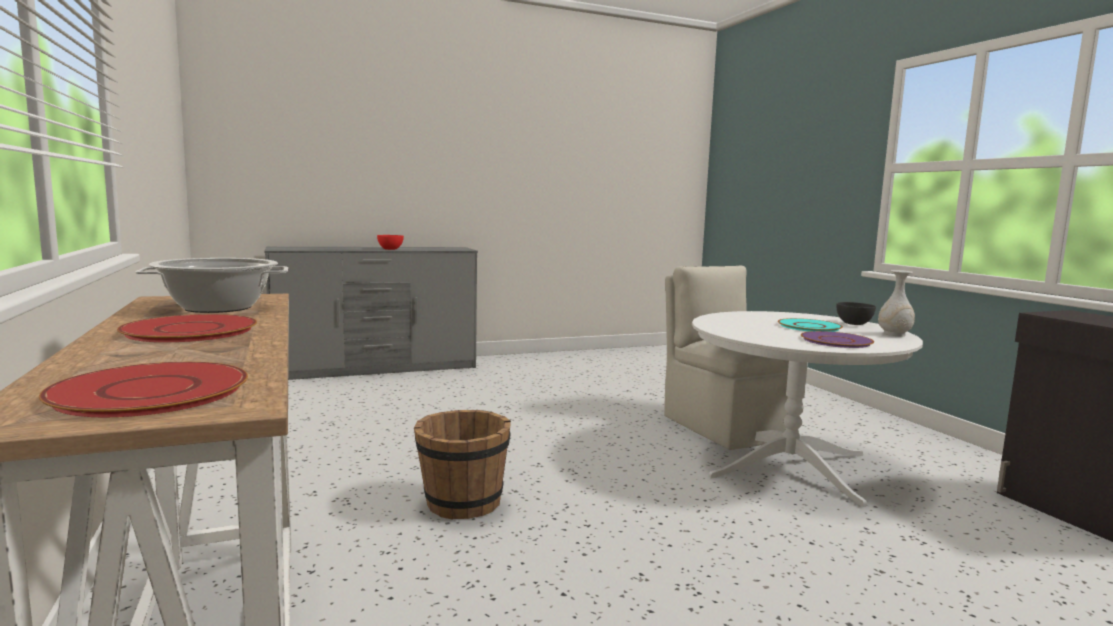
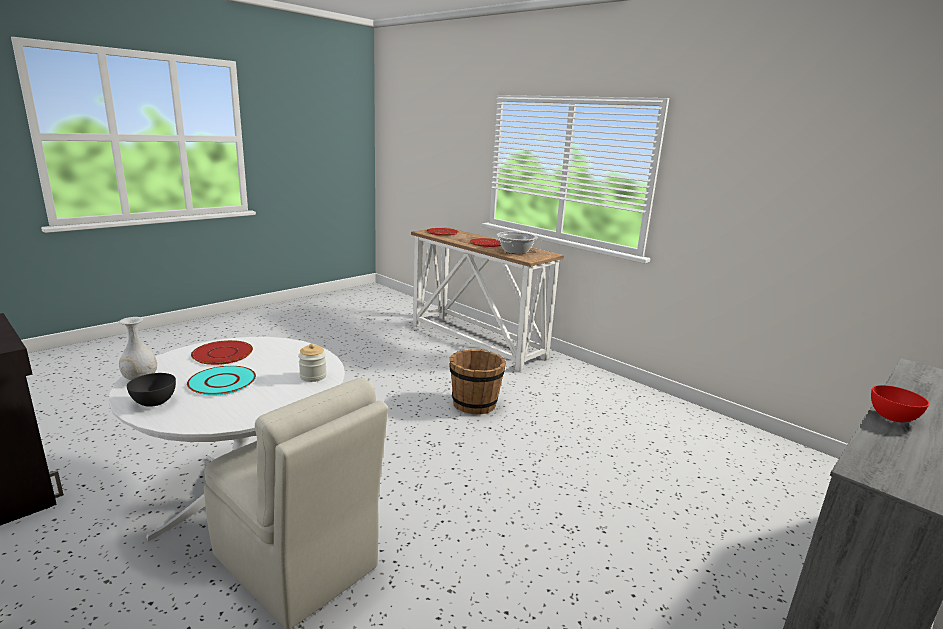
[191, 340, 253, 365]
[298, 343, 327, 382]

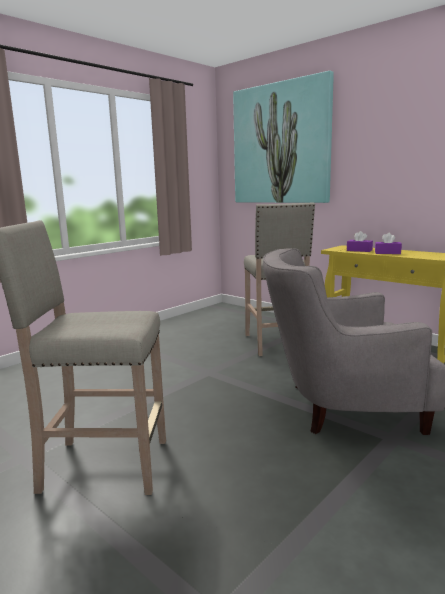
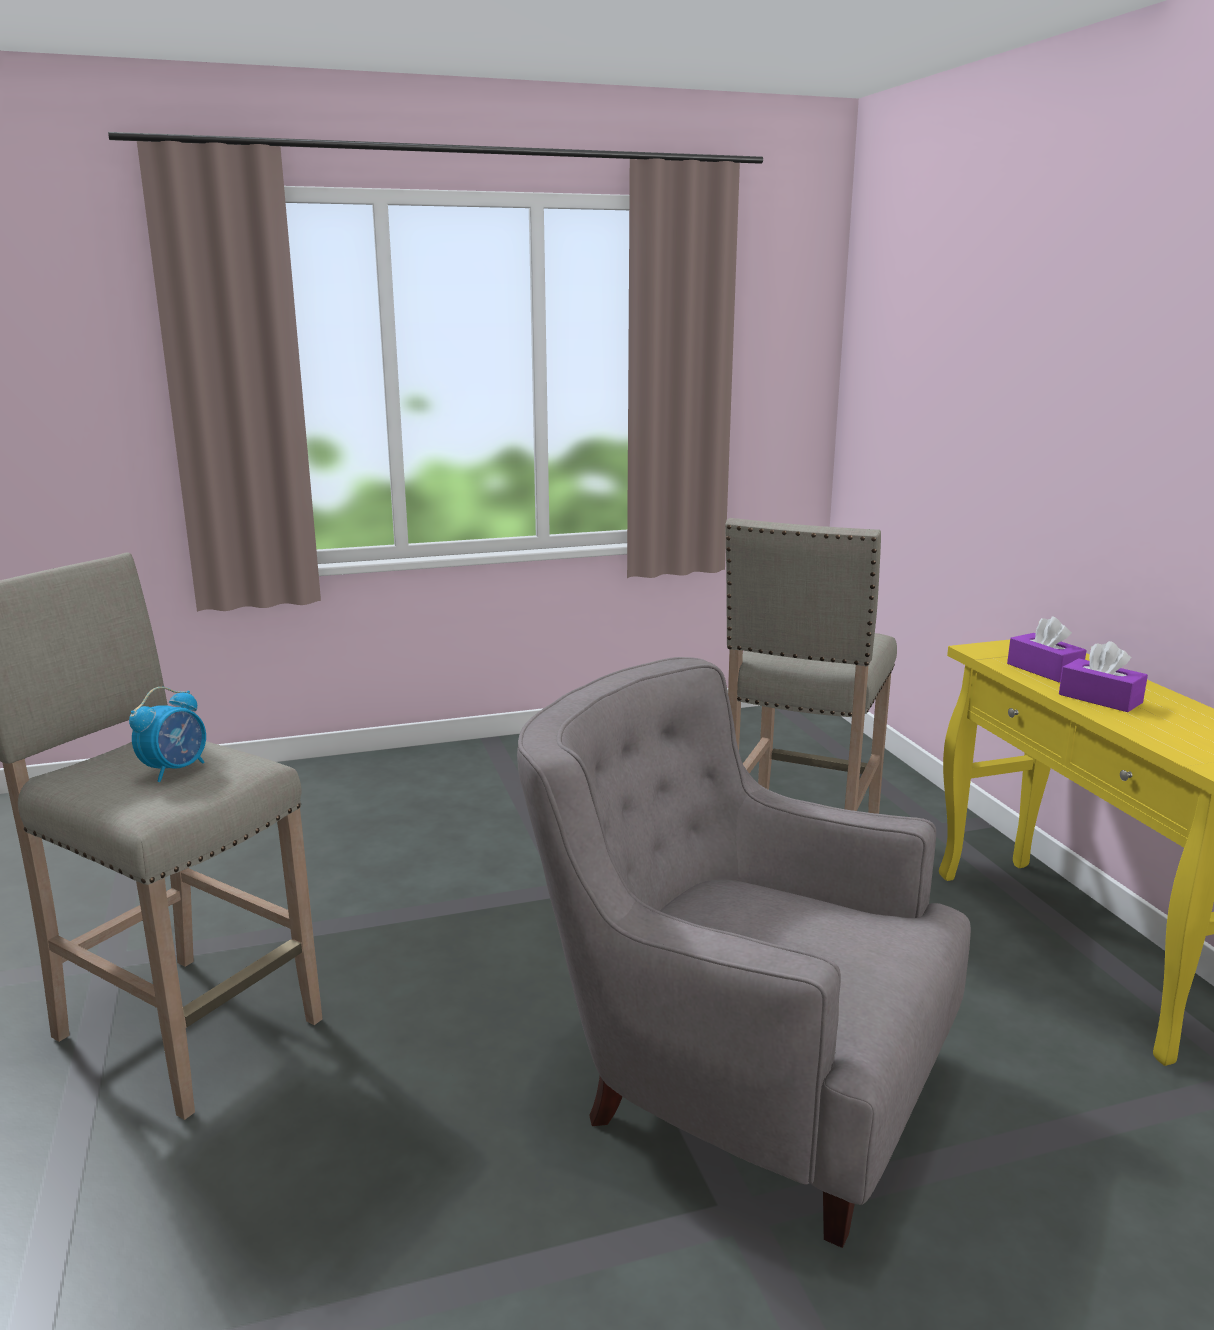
[233, 71, 334, 203] (first image)
[129, 687, 206, 782]

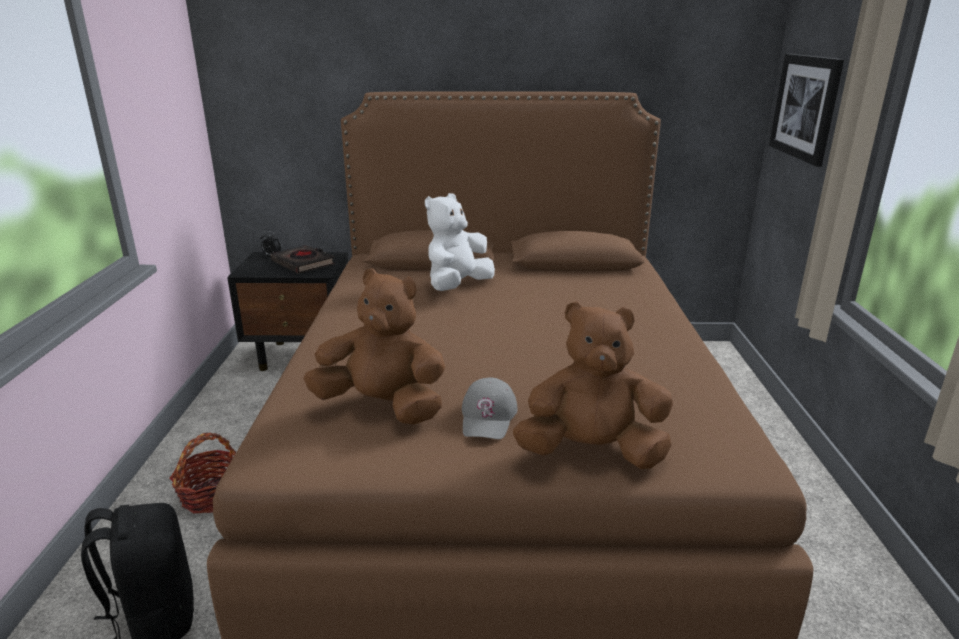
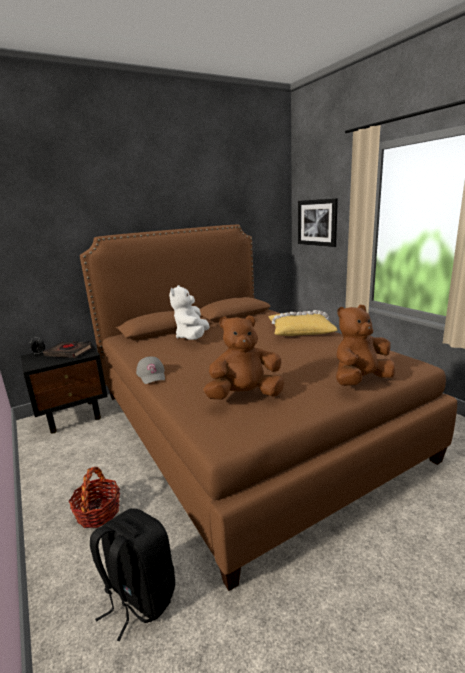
[136, 357, 165, 384]
[268, 310, 338, 336]

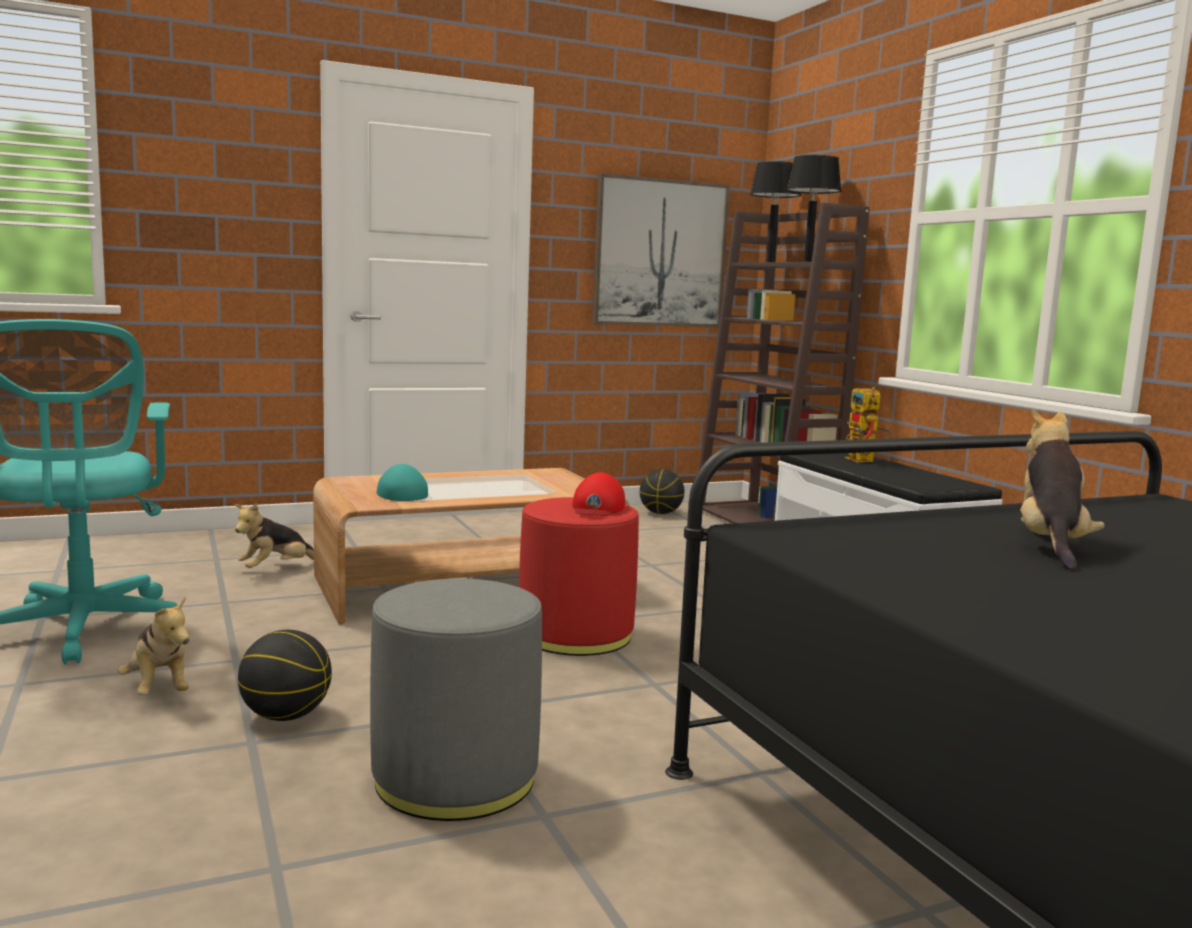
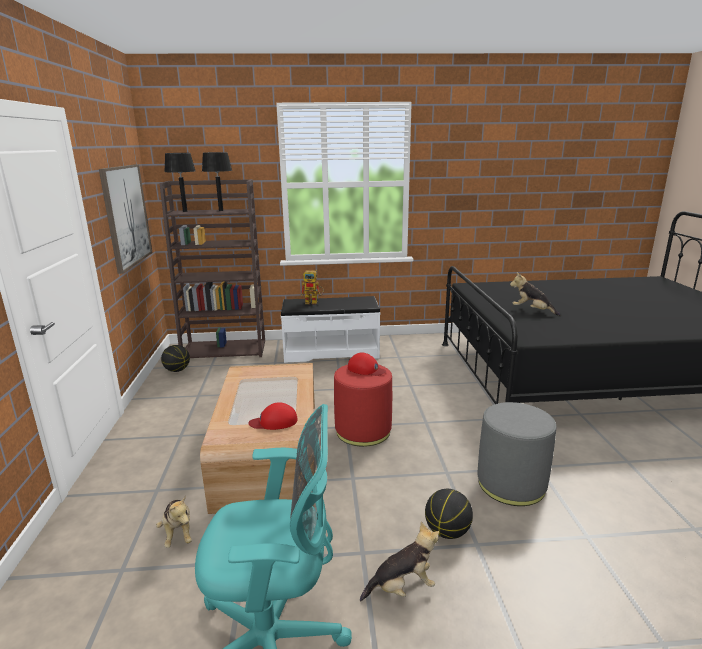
[248, 402, 298, 430]

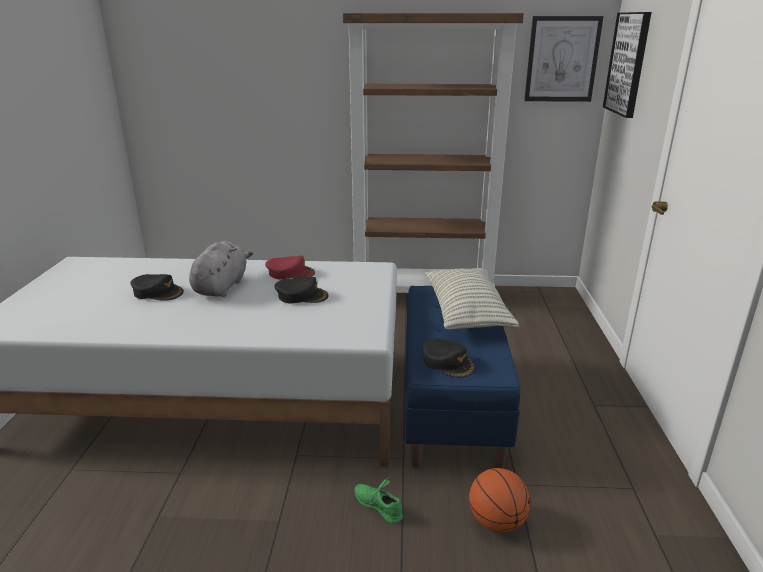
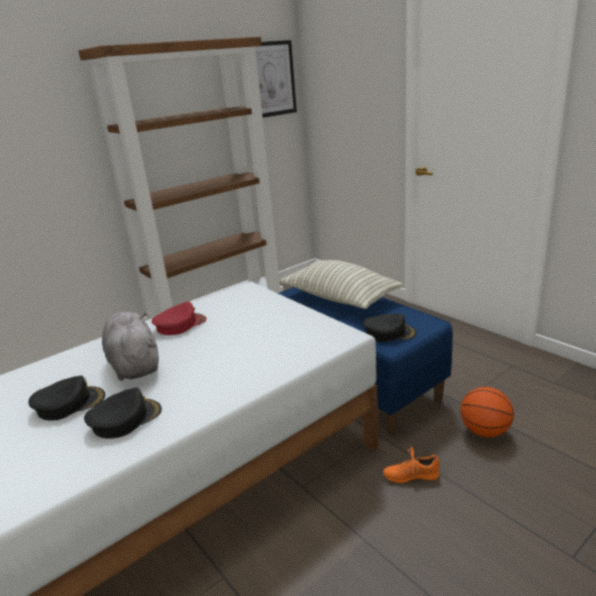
[603, 12, 652, 118] (first image)
[84, 388, 162, 439]
[383, 448, 440, 483]

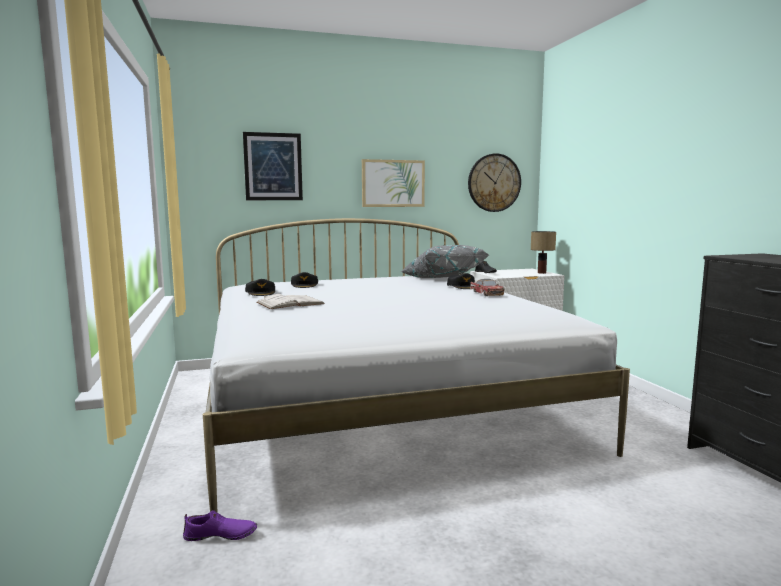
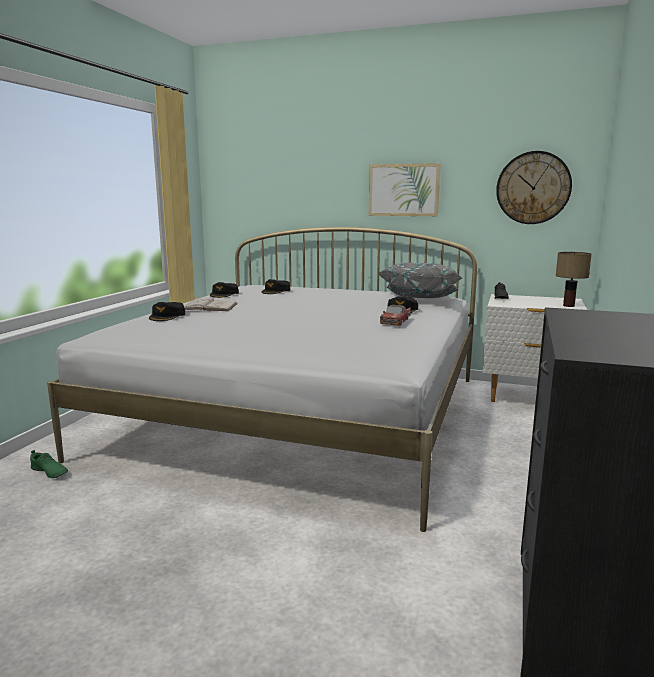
[243, 132, 303, 200] (first image)
[30, 450, 68, 478]
[149, 302, 185, 321]

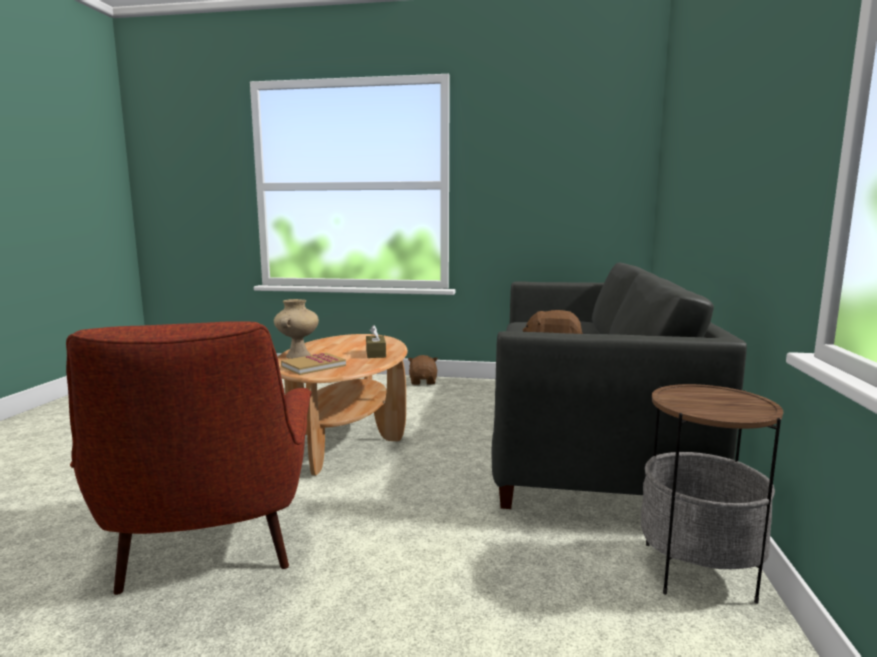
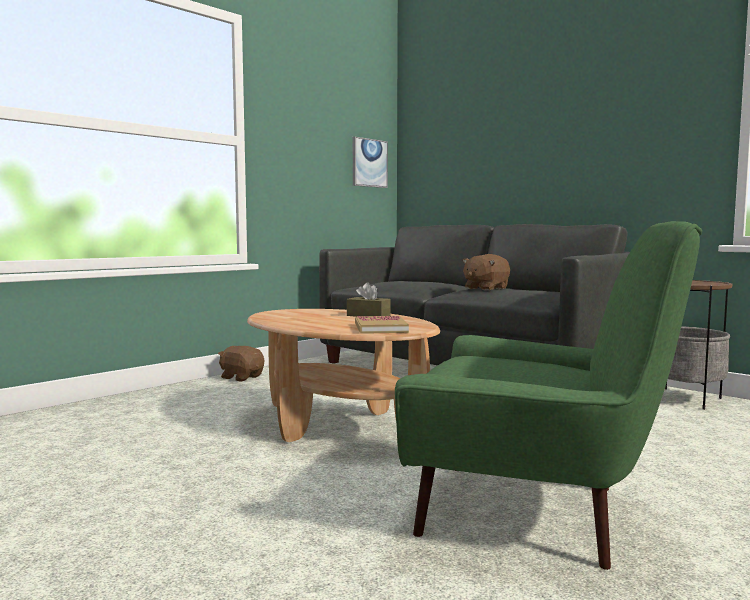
[274, 299, 319, 359] (first image)
[395, 221, 702, 570]
[353, 137, 388, 188]

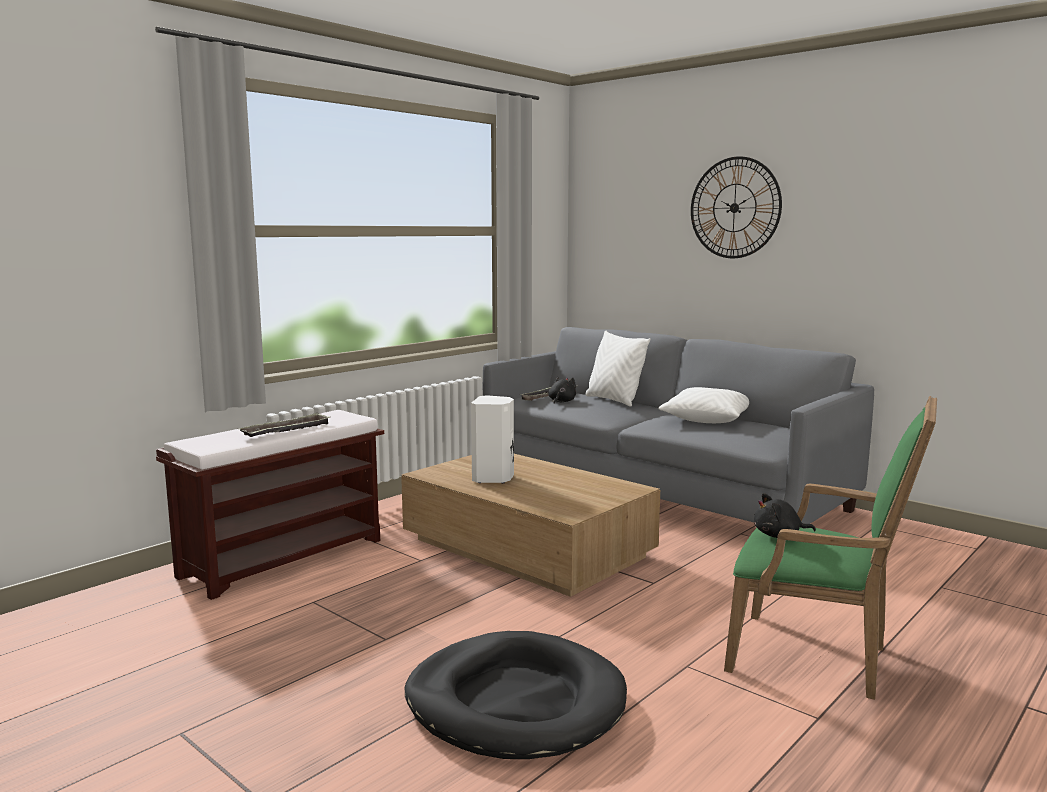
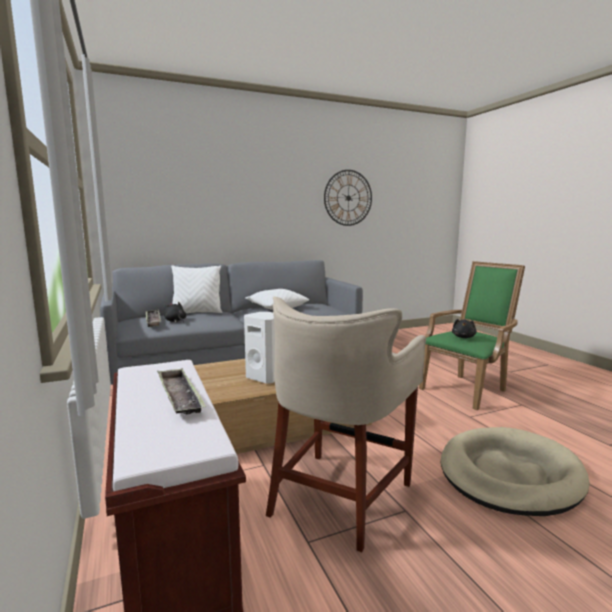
[324, 170, 372, 226]
[440, 427, 590, 516]
[266, 297, 426, 552]

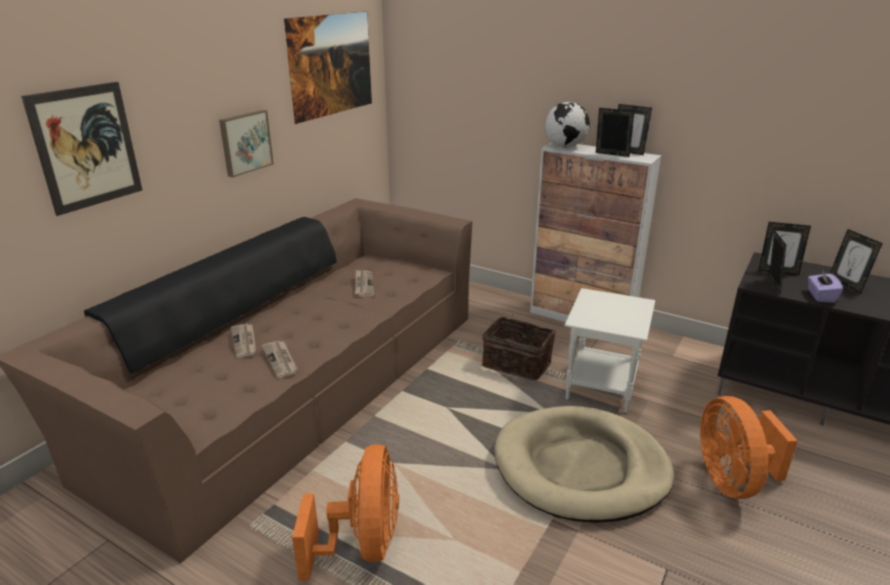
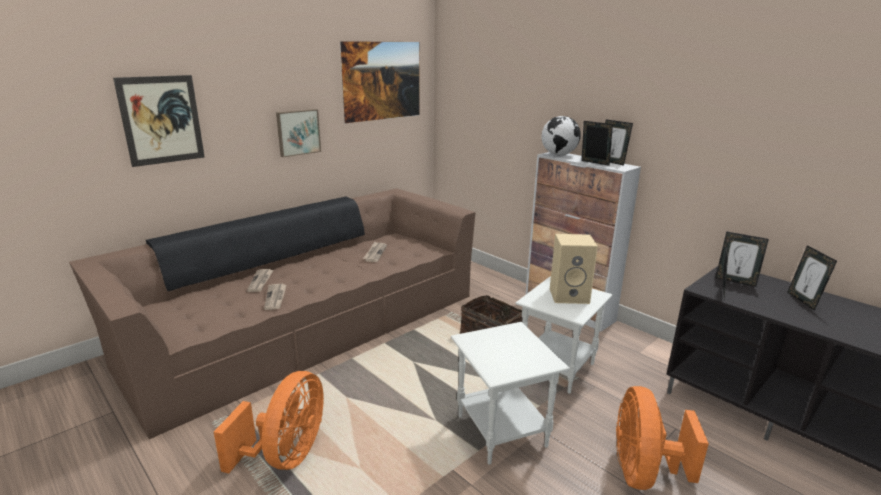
[808, 269, 843, 303] (first image)
[451, 322, 570, 465]
[550, 234, 598, 304]

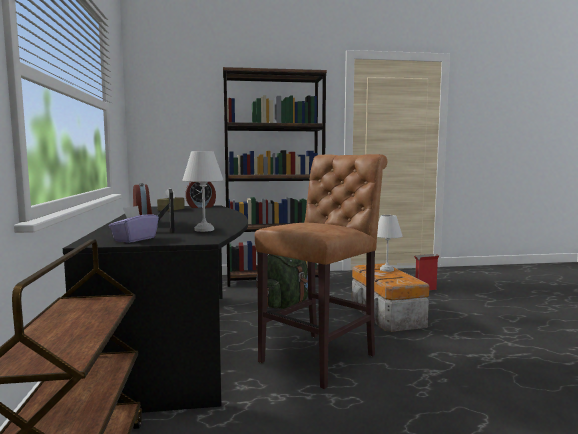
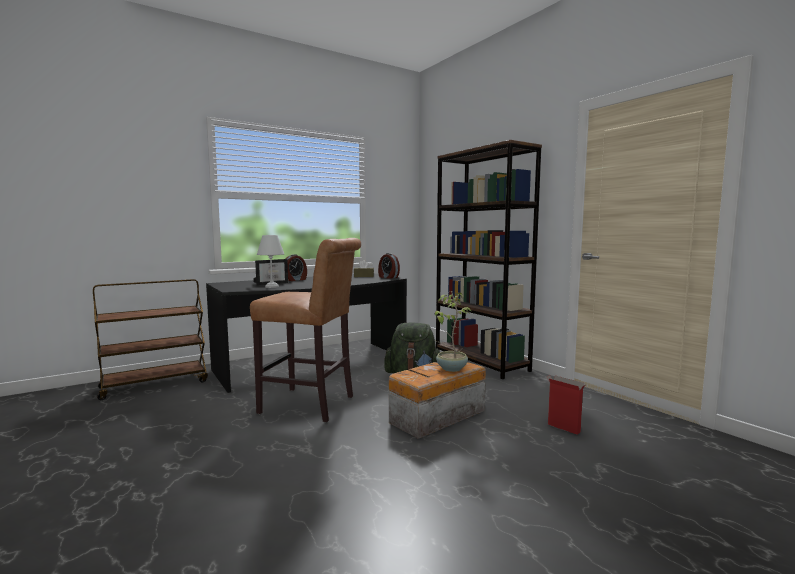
[109, 206, 159, 243] (first image)
[435, 292, 472, 372]

